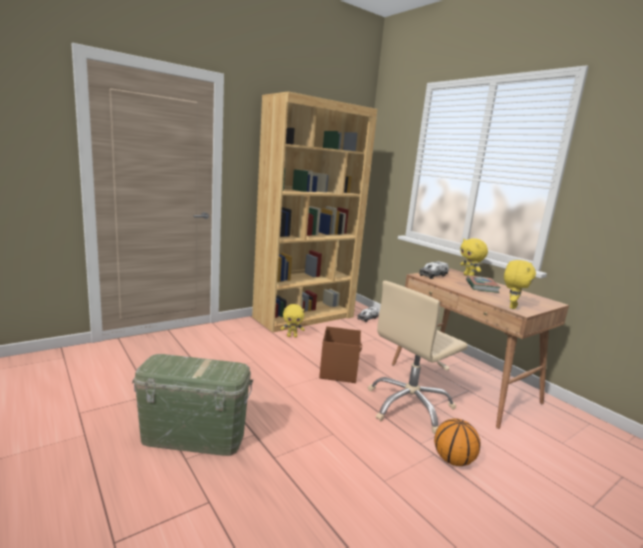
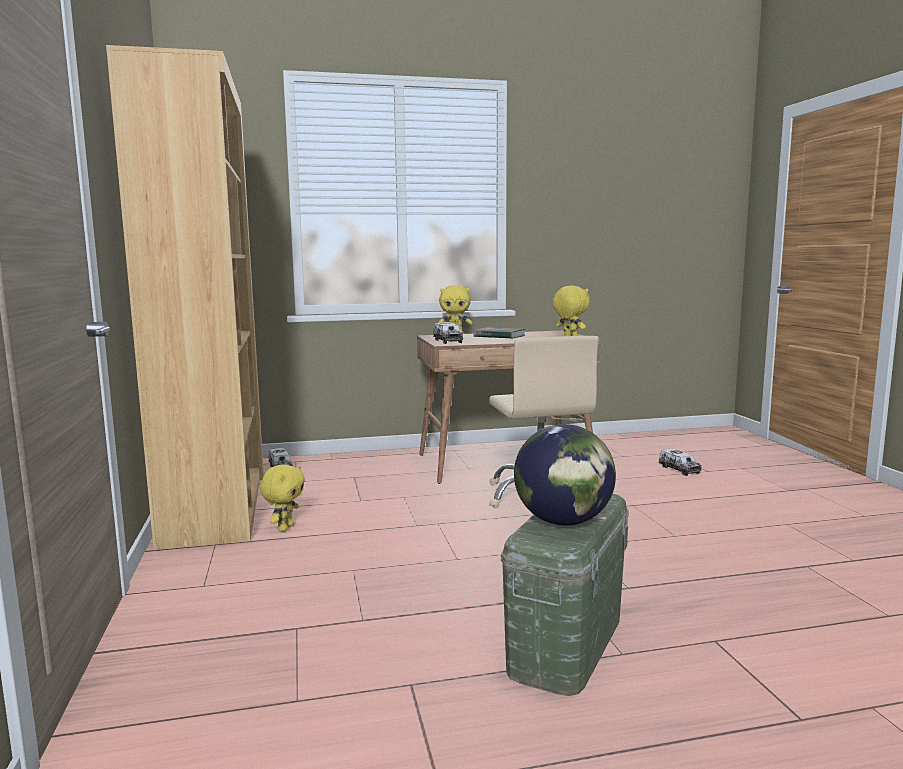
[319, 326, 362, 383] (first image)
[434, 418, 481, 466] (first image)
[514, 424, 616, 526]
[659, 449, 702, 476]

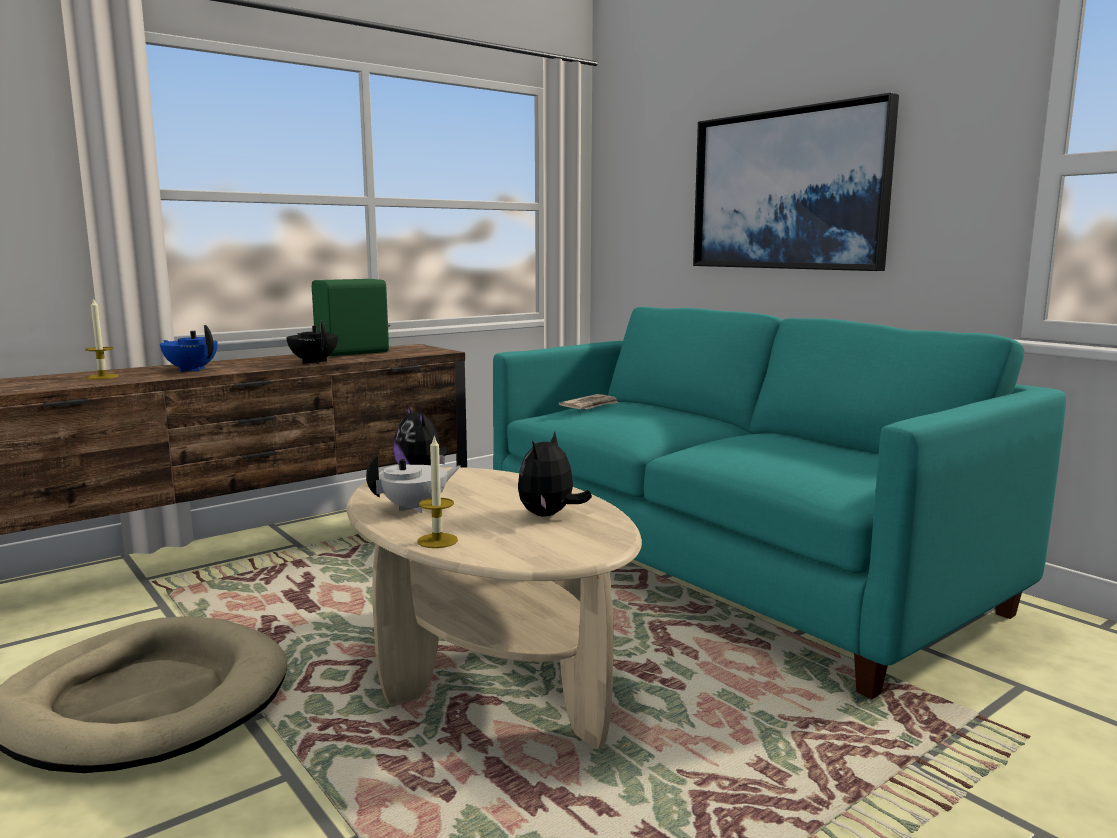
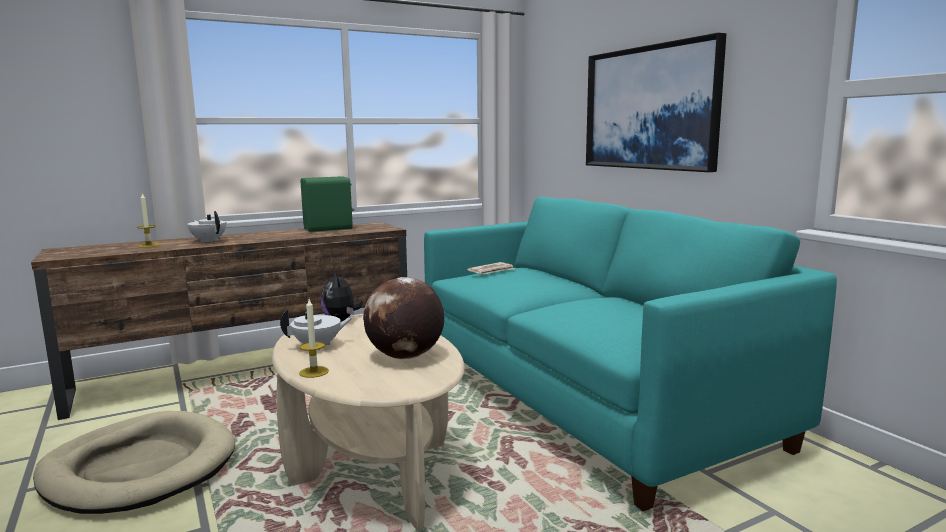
[286, 320, 338, 364] (first image)
[187, 211, 226, 243]
[363, 277, 444, 359]

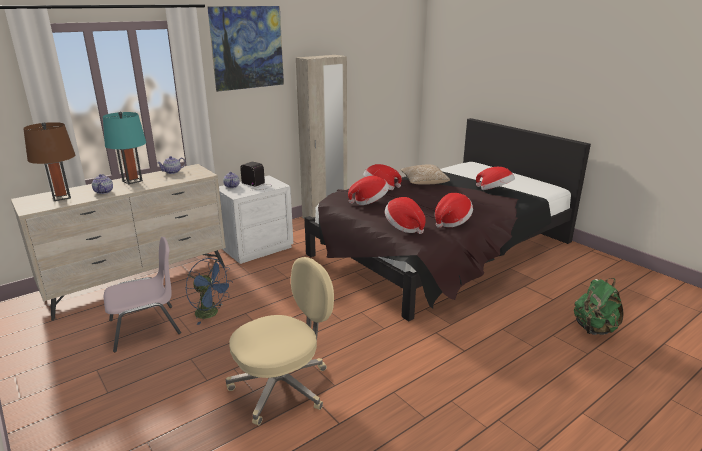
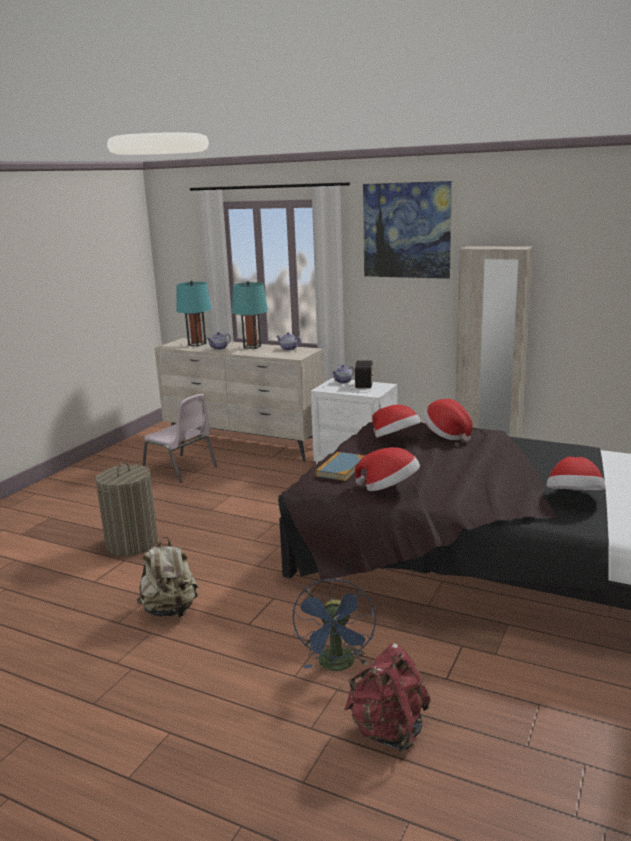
[176, 280, 212, 347]
[400, 165, 450, 185] (first image)
[315, 452, 364, 481]
[95, 462, 158, 556]
[292, 578, 376, 671]
[344, 643, 431, 752]
[137, 537, 198, 617]

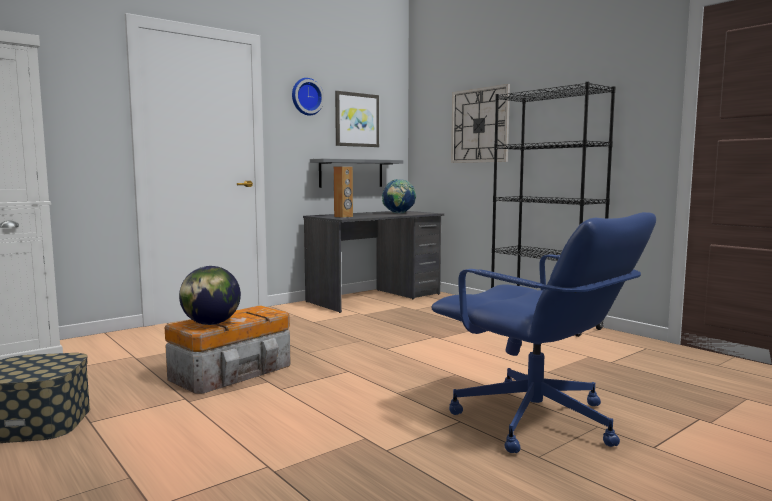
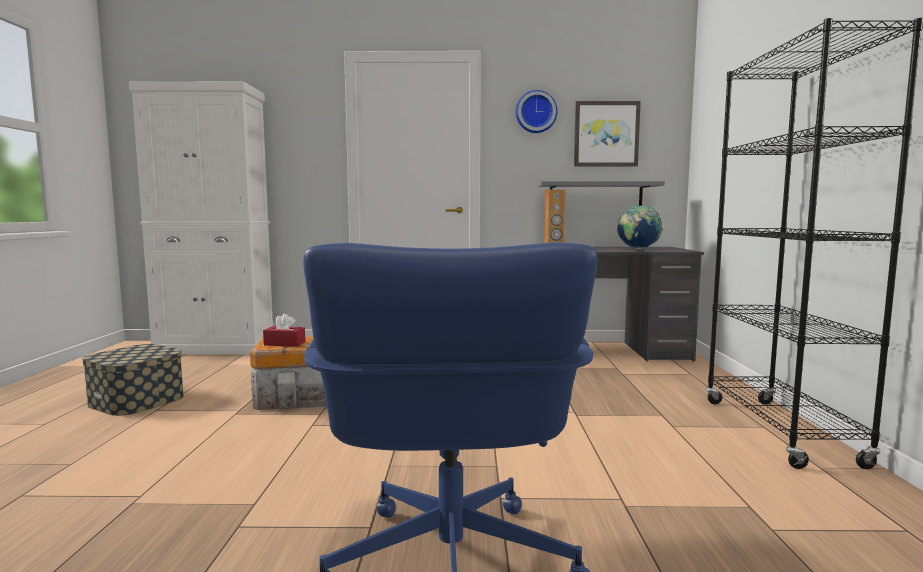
[451, 84, 510, 163] (first image)
[263, 314, 305, 347]

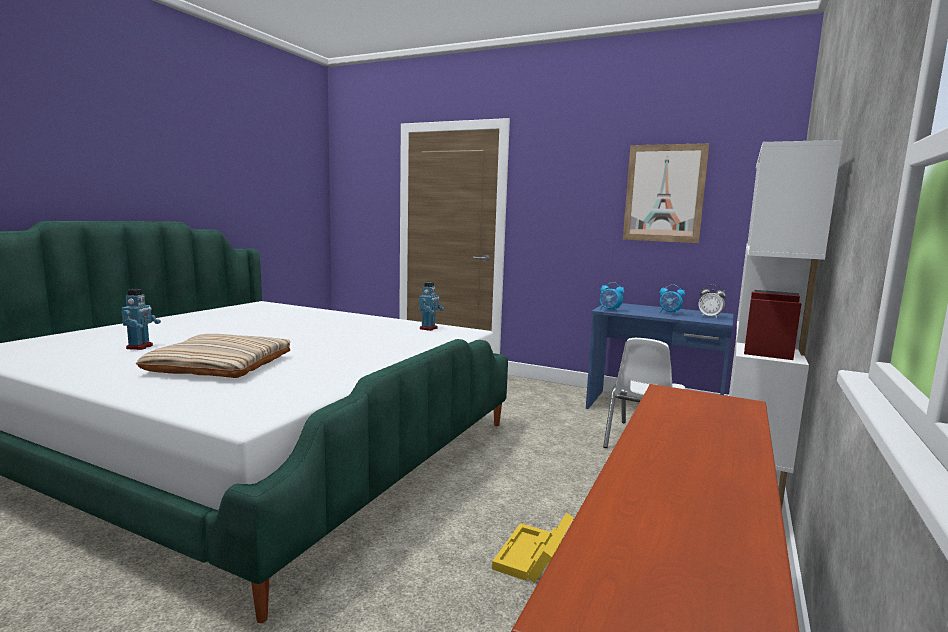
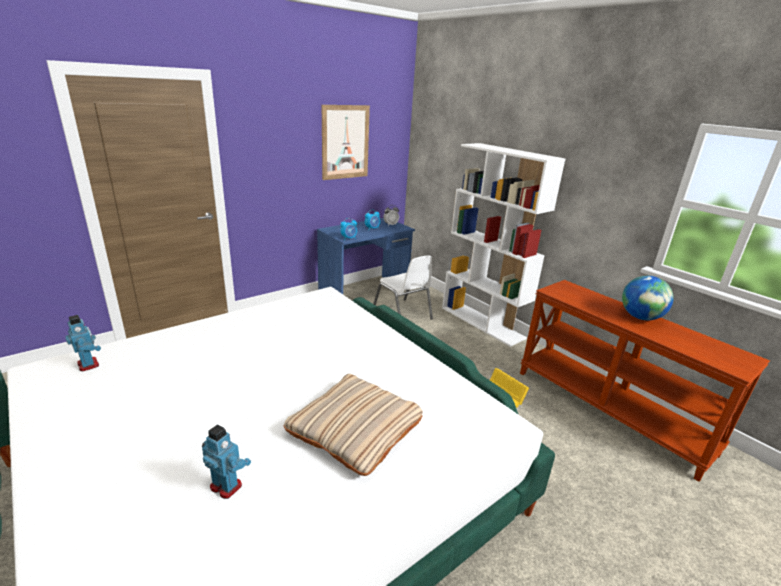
[65, 315, 101, 372]
[622, 276, 674, 320]

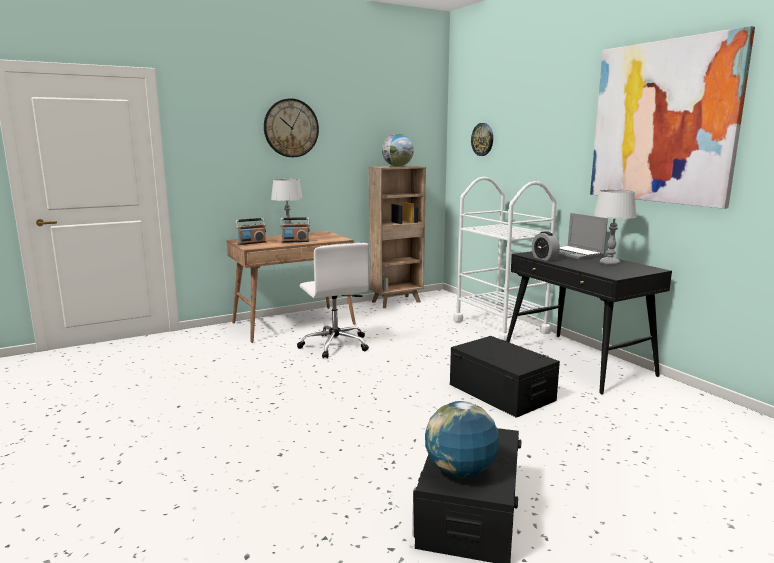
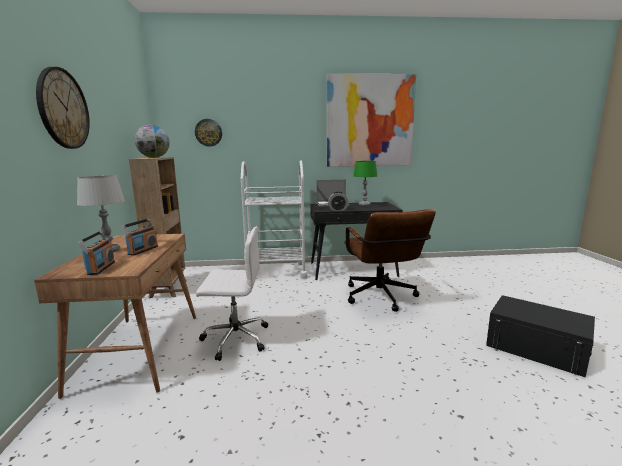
[353, 161, 377, 206]
[344, 209, 436, 312]
[425, 401, 498, 478] (first image)

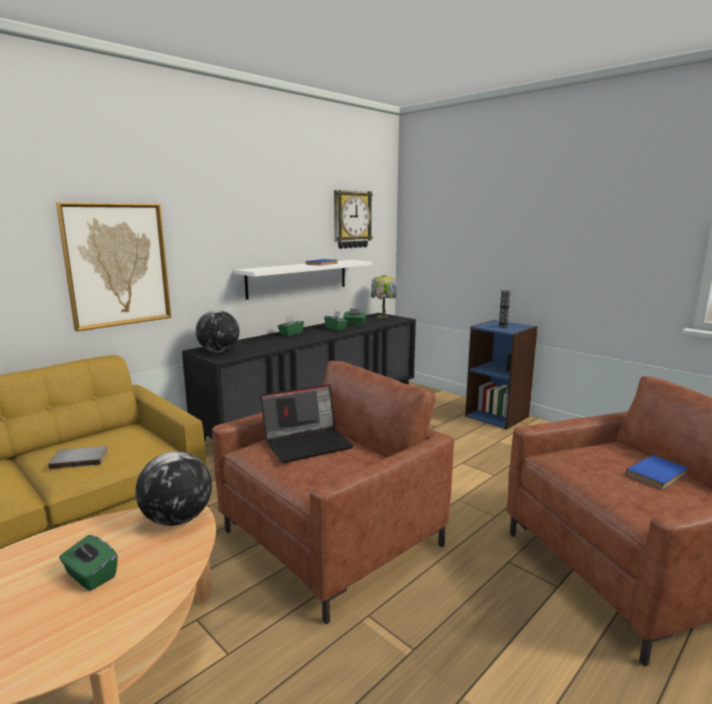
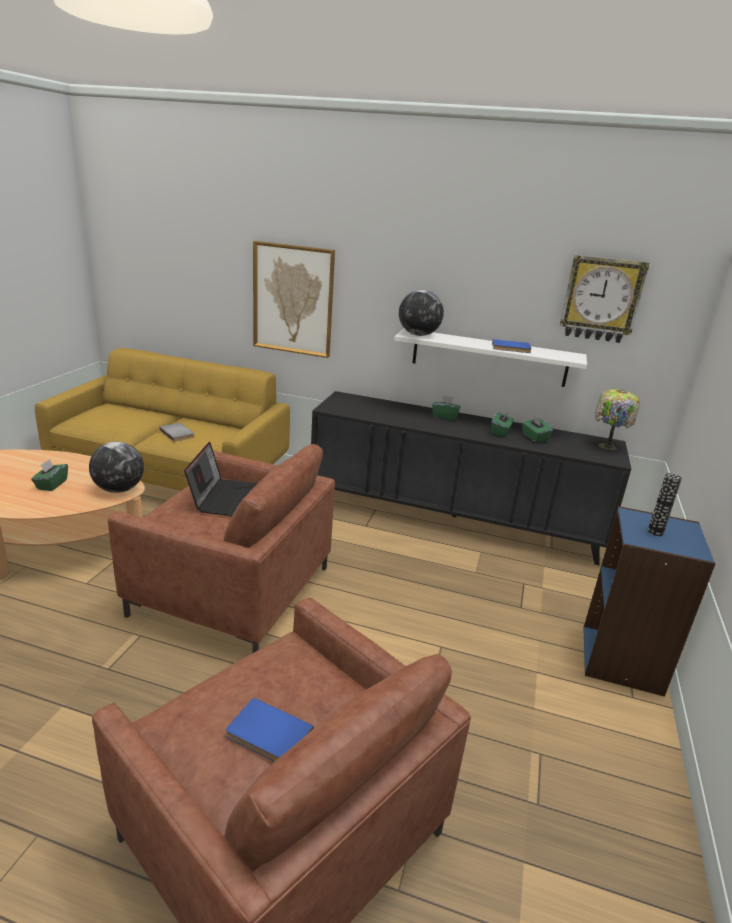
[399, 290, 444, 336]
[184, 442, 258, 516]

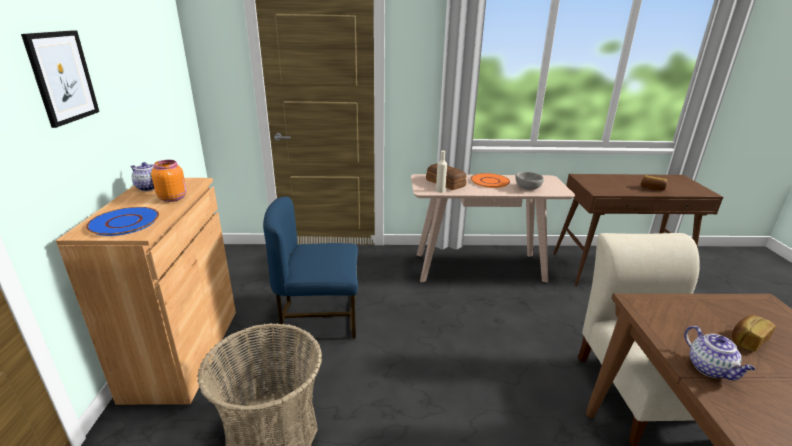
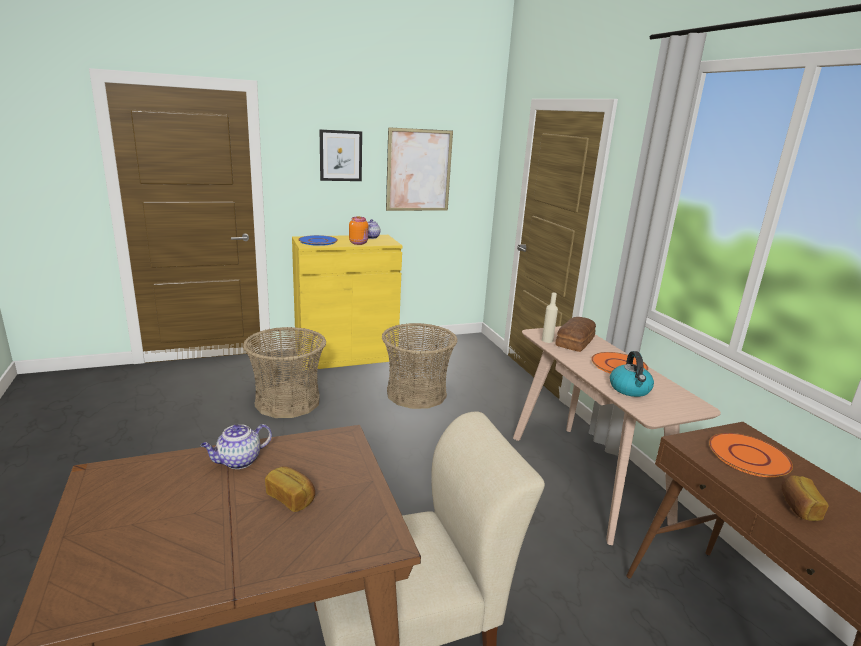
[610, 351, 654, 397]
[292, 235, 402, 370]
[382, 323, 457, 409]
[386, 127, 453, 211]
[709, 433, 793, 477]

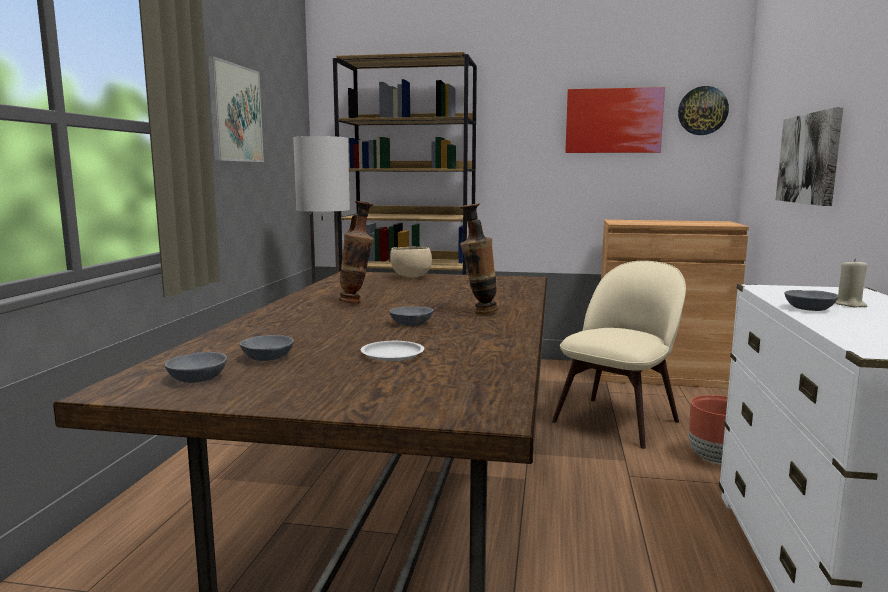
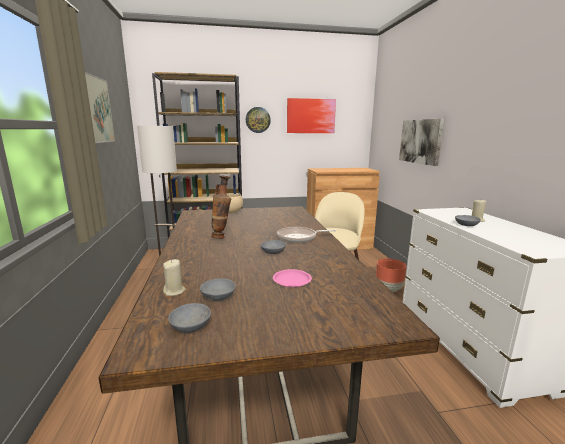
[246, 107, 271, 133]
[277, 227, 336, 243]
[273, 269, 312, 287]
[163, 259, 186, 296]

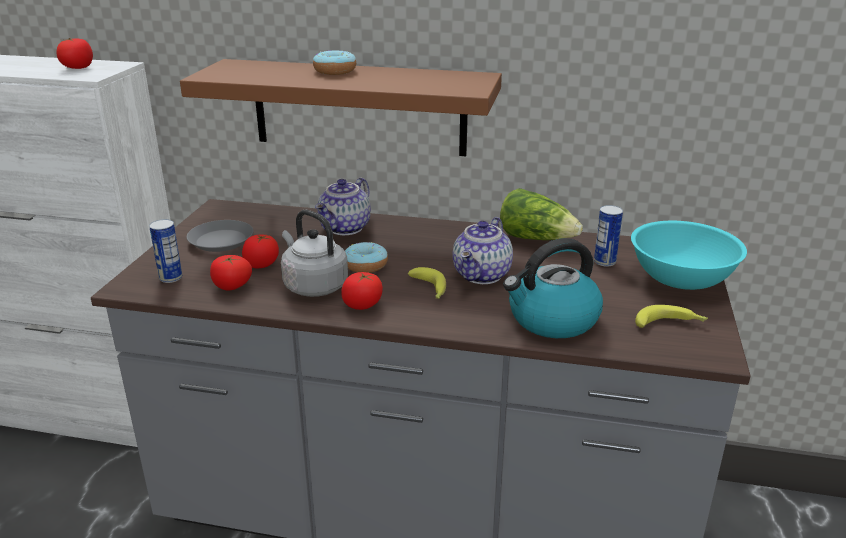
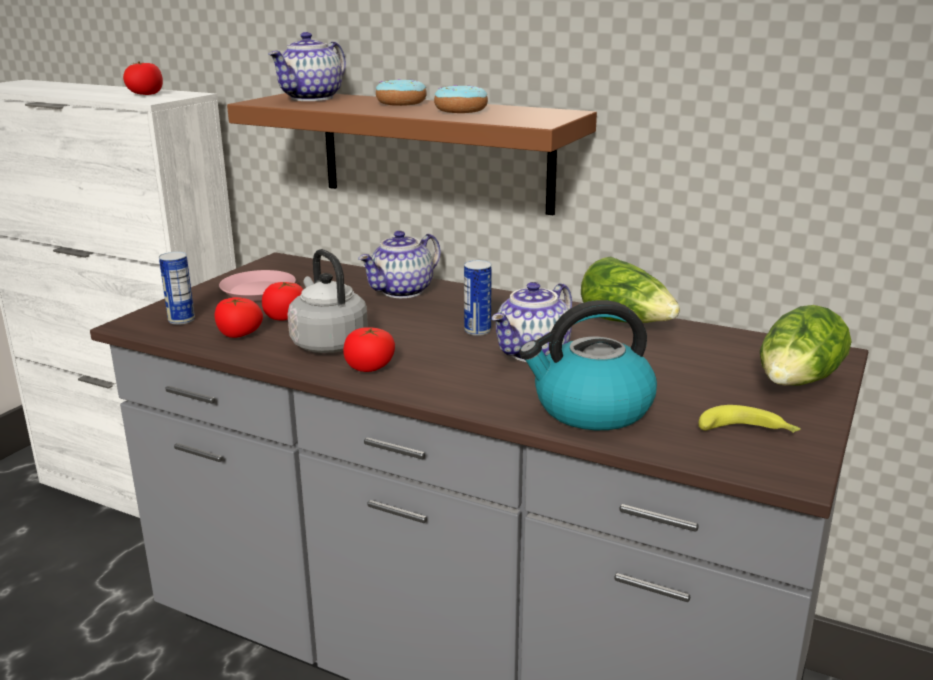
[464, 260, 492, 336]
[219, 270, 296, 301]
[760, 305, 852, 386]
[434, 85, 488, 113]
[408, 267, 446, 299] (first image)
[268, 32, 346, 101]

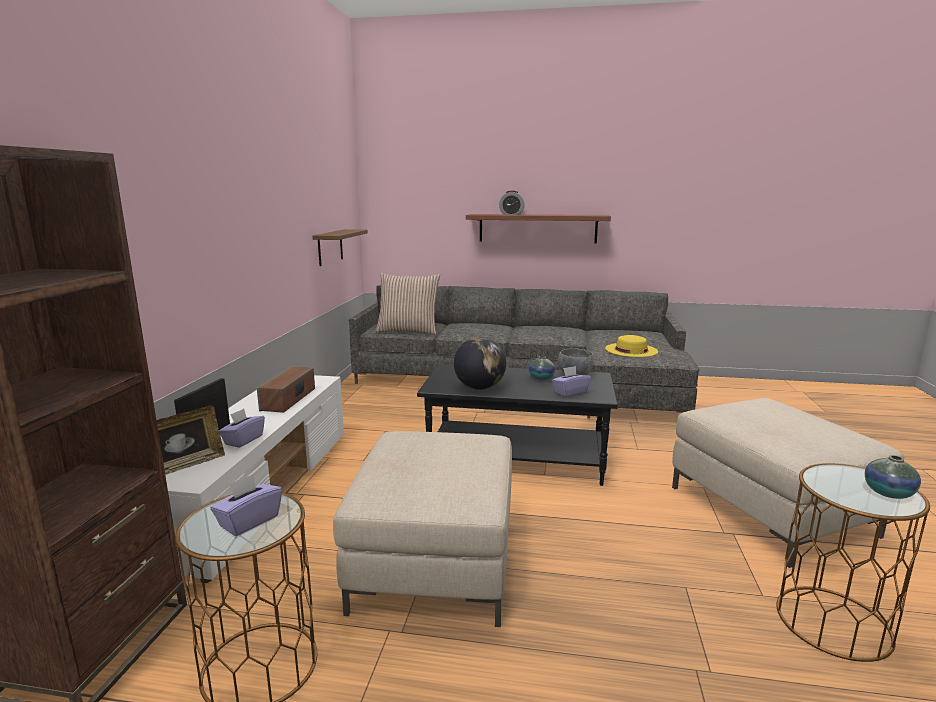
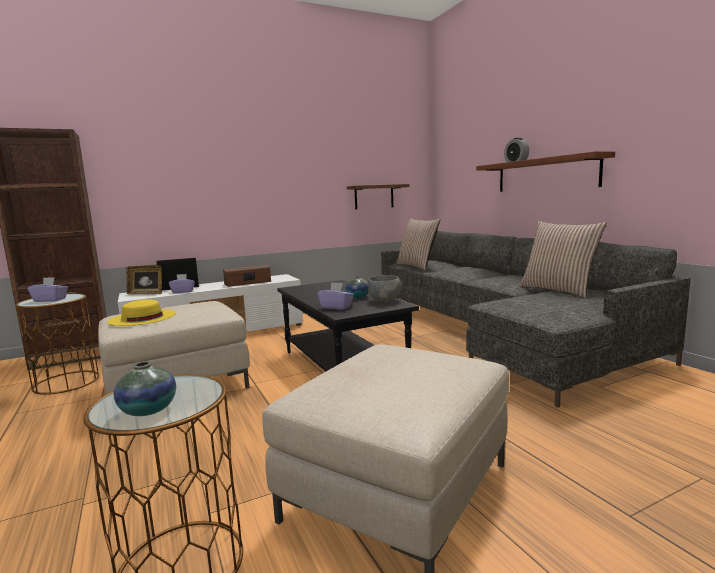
[107, 299, 176, 326]
[454, 337, 506, 390] (first image)
[519, 221, 607, 298]

